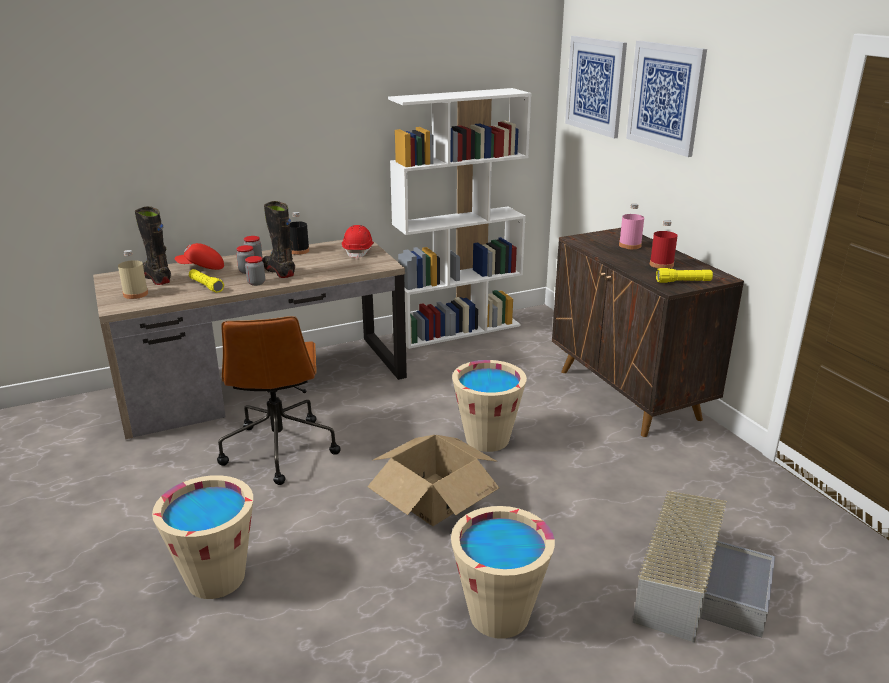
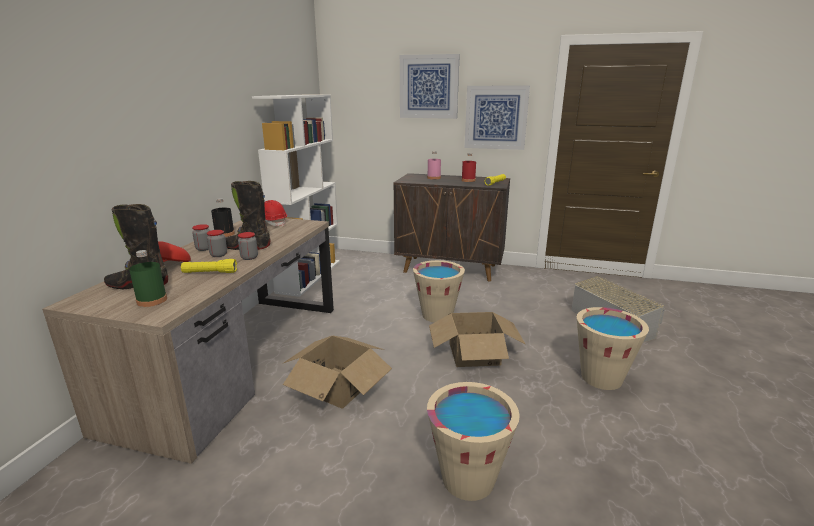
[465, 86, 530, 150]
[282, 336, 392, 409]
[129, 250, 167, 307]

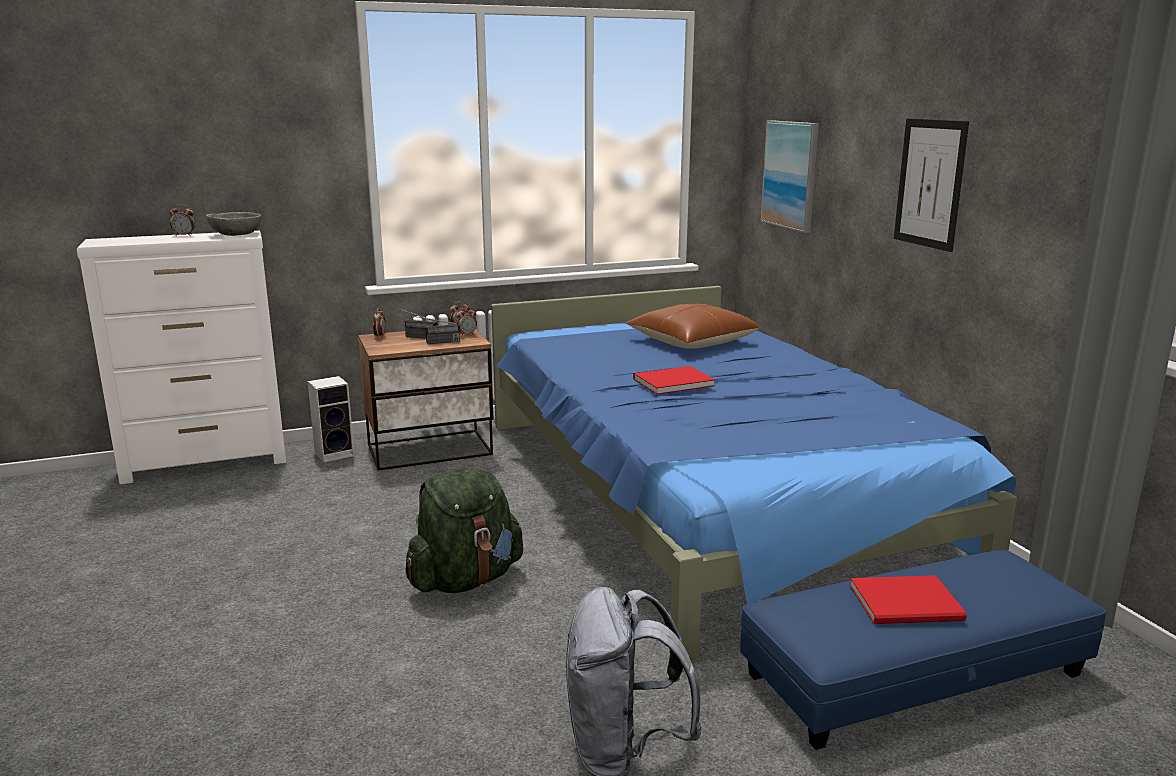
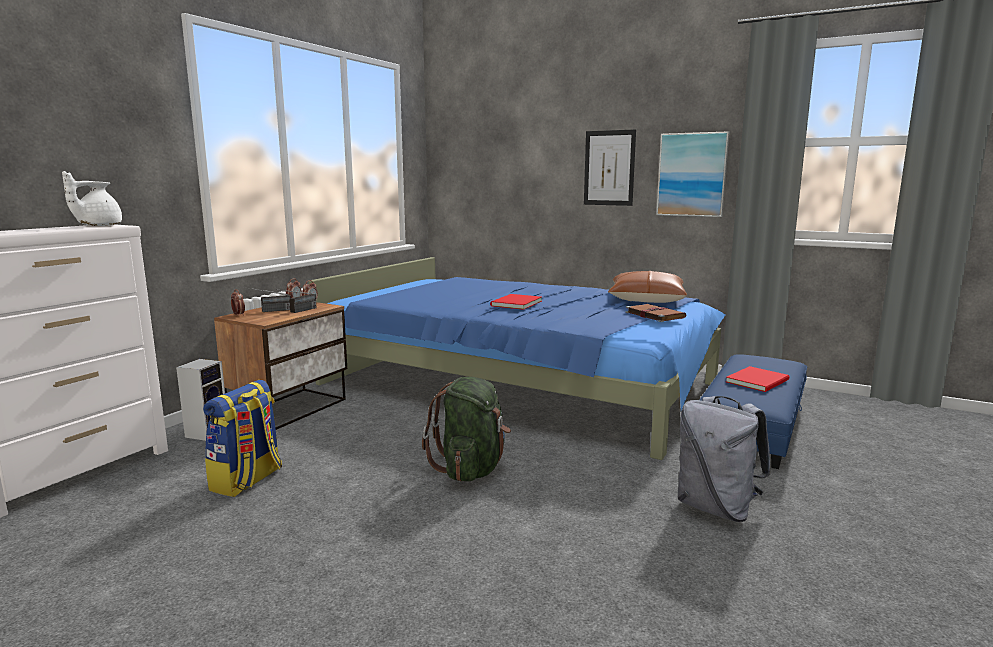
[170, 204, 195, 236] (first image)
[203, 380, 282, 497]
[625, 304, 686, 322]
[608, 271, 687, 303]
[656, 131, 730, 217]
[62, 171, 122, 226]

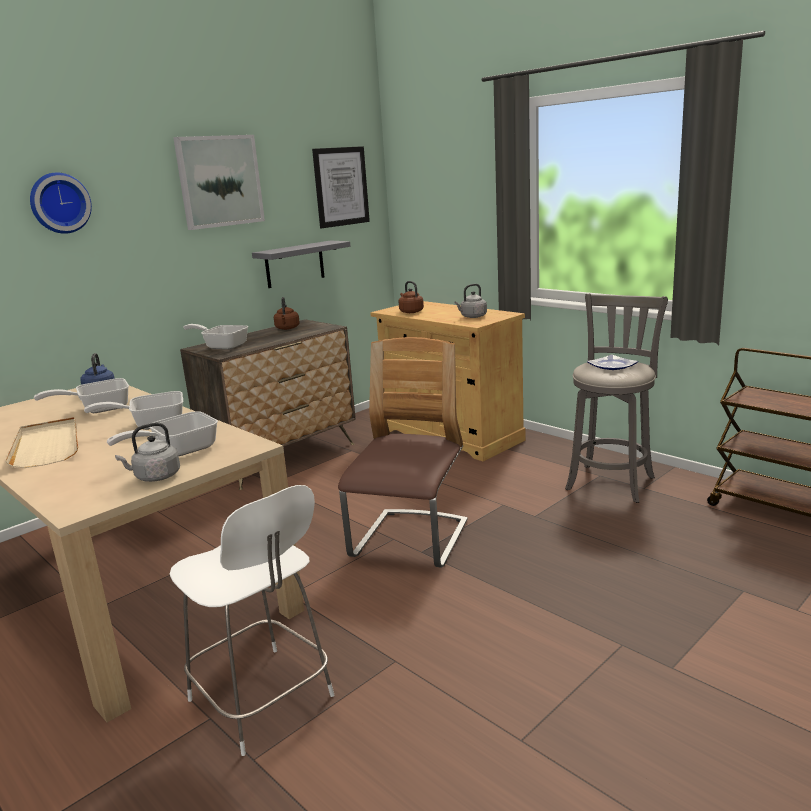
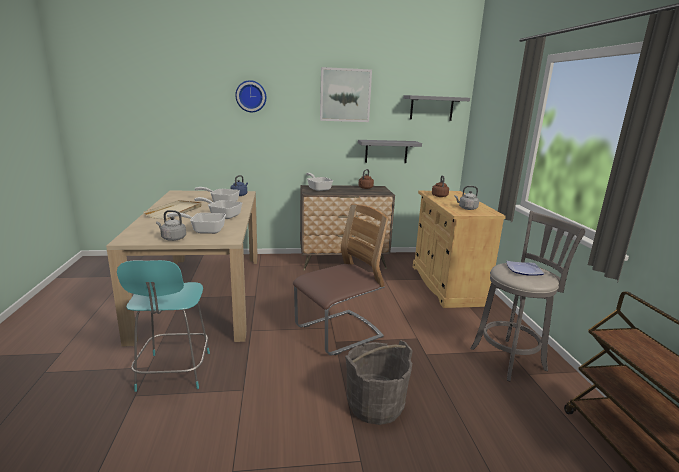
[345, 340, 413, 425]
[403, 95, 470, 121]
[117, 260, 210, 392]

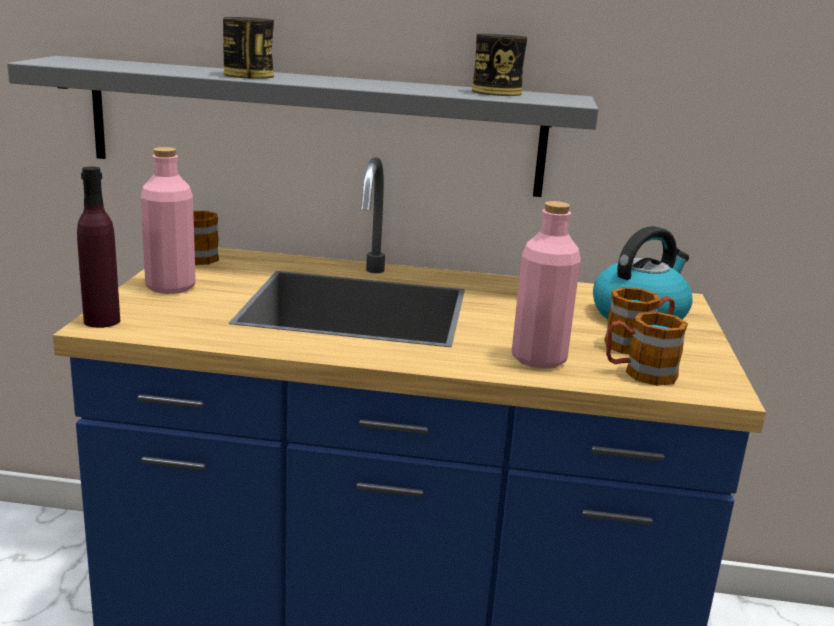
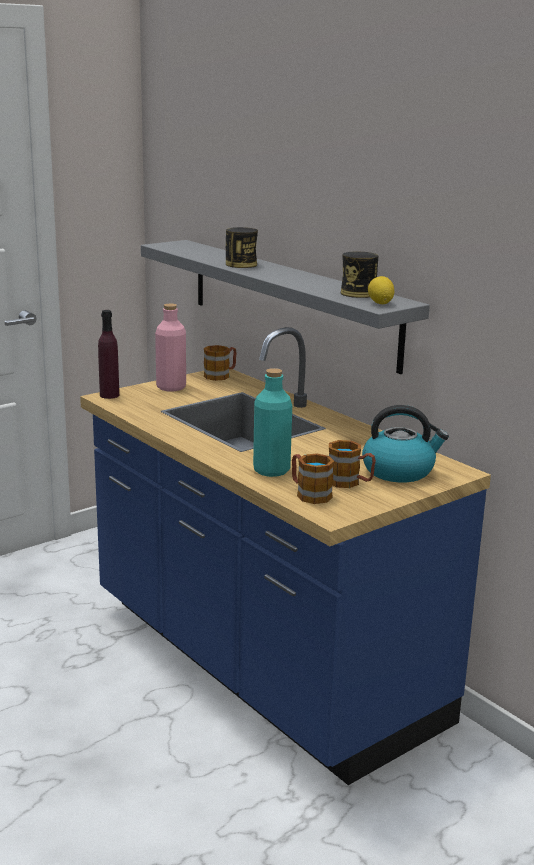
[368, 276, 394, 304]
[253, 368, 292, 477]

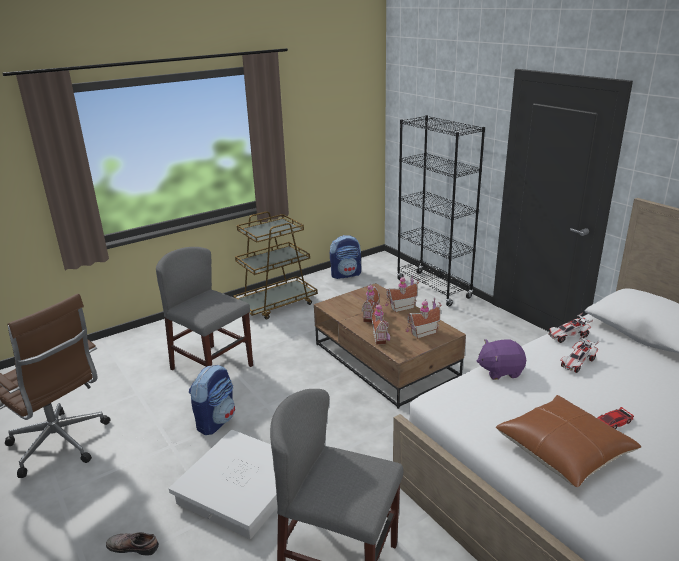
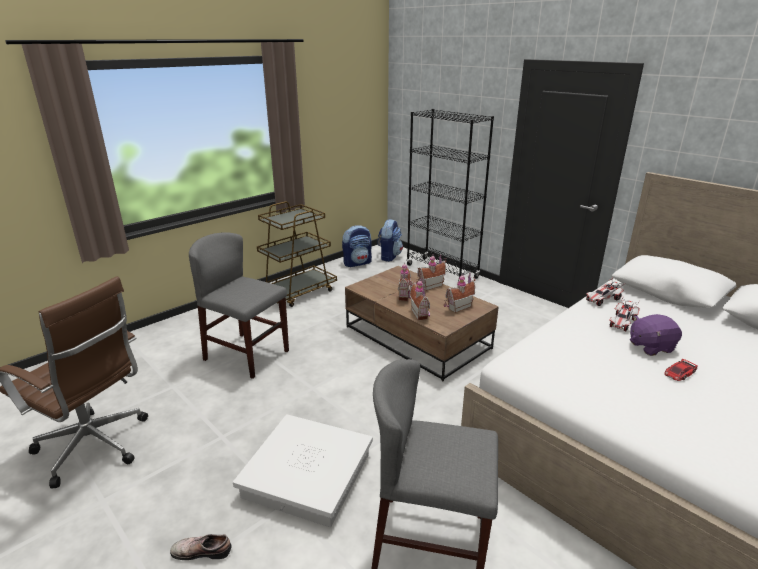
[496, 395, 642, 487] (first image)
[377, 219, 403, 262]
[630, 314, 682, 356]

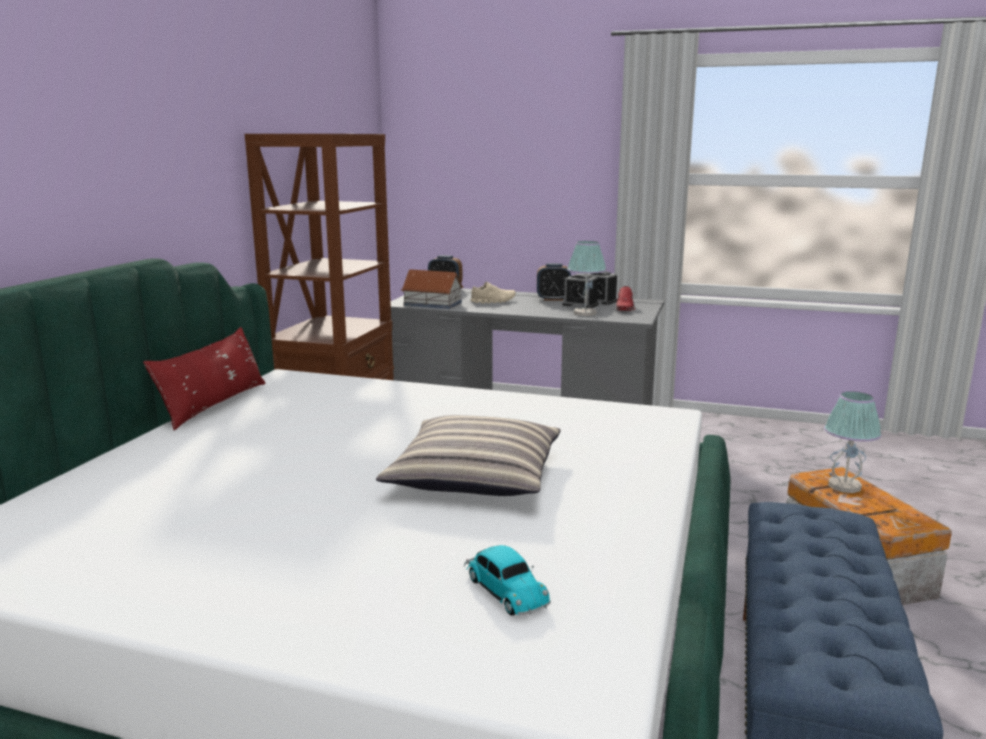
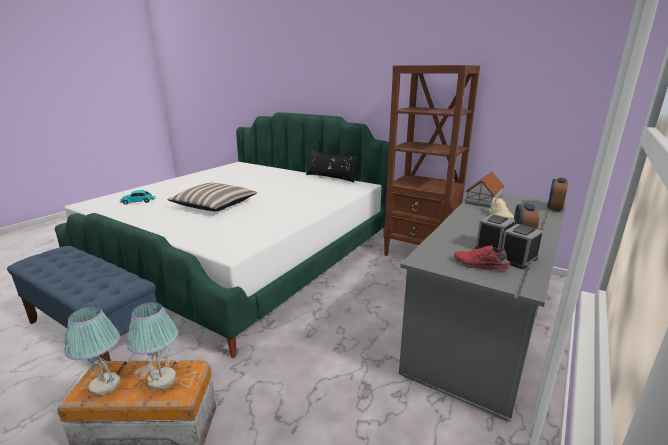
[64, 306, 121, 396]
[306, 149, 359, 183]

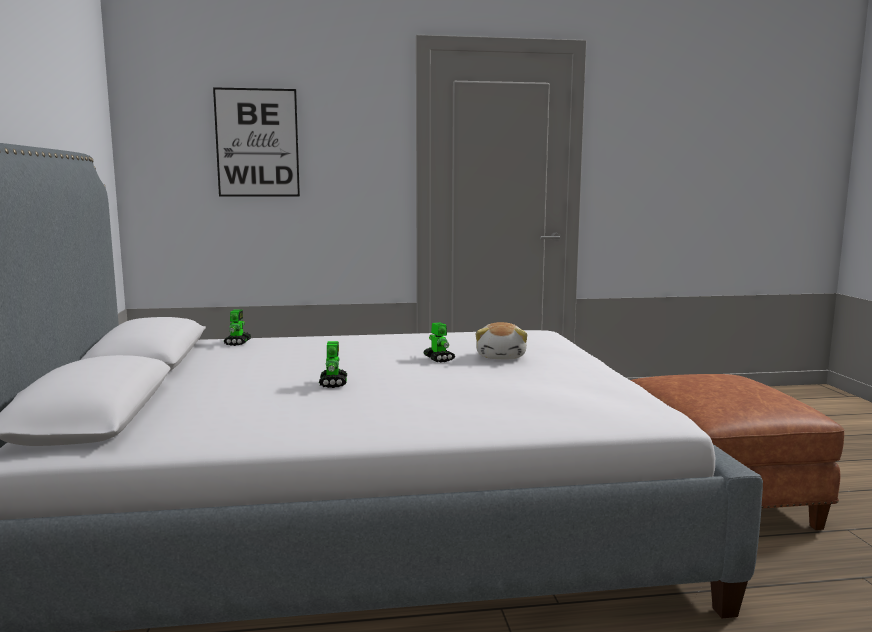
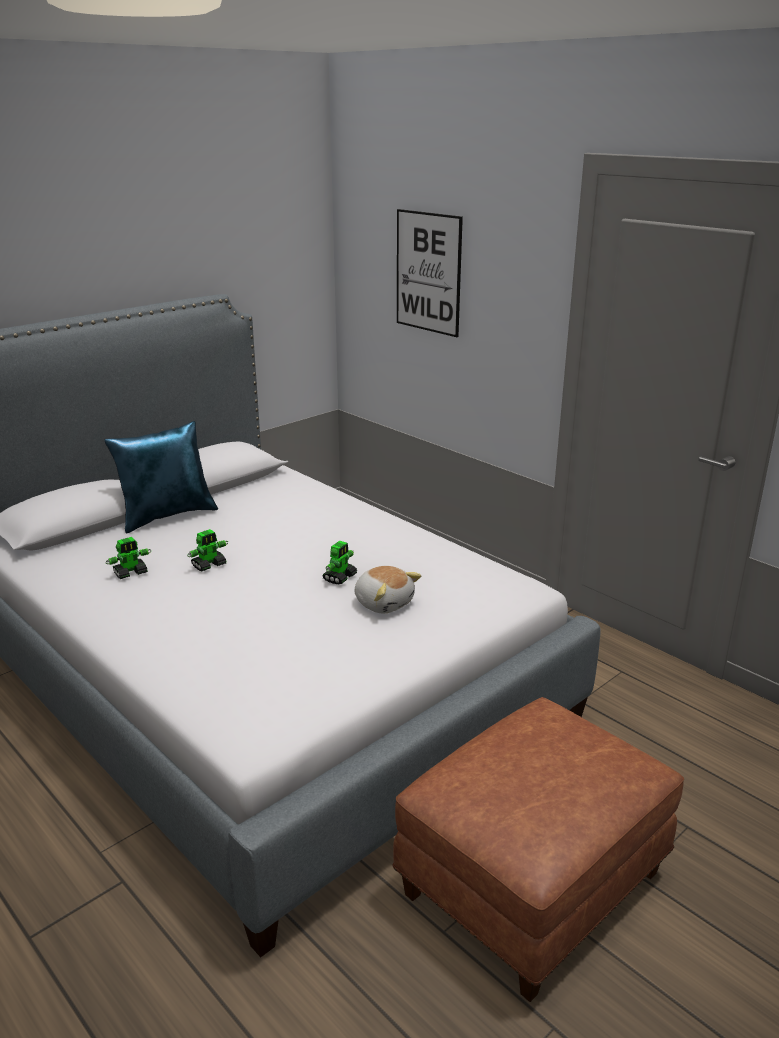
[104, 421, 218, 533]
[106, 537, 151, 579]
[355, 566, 421, 613]

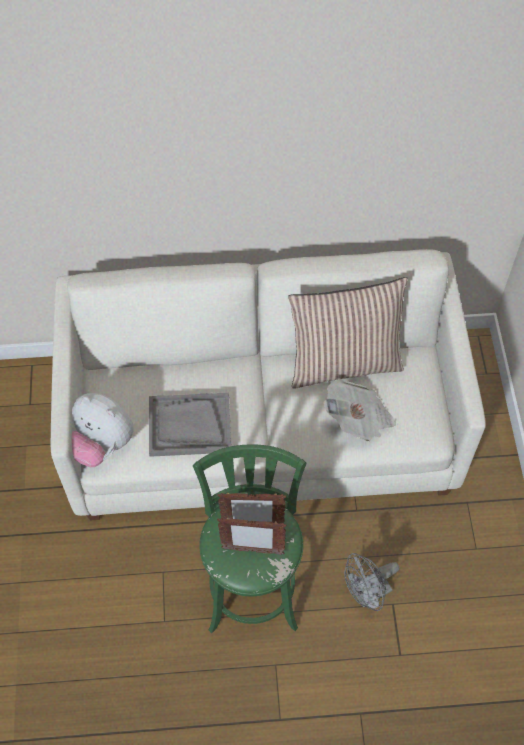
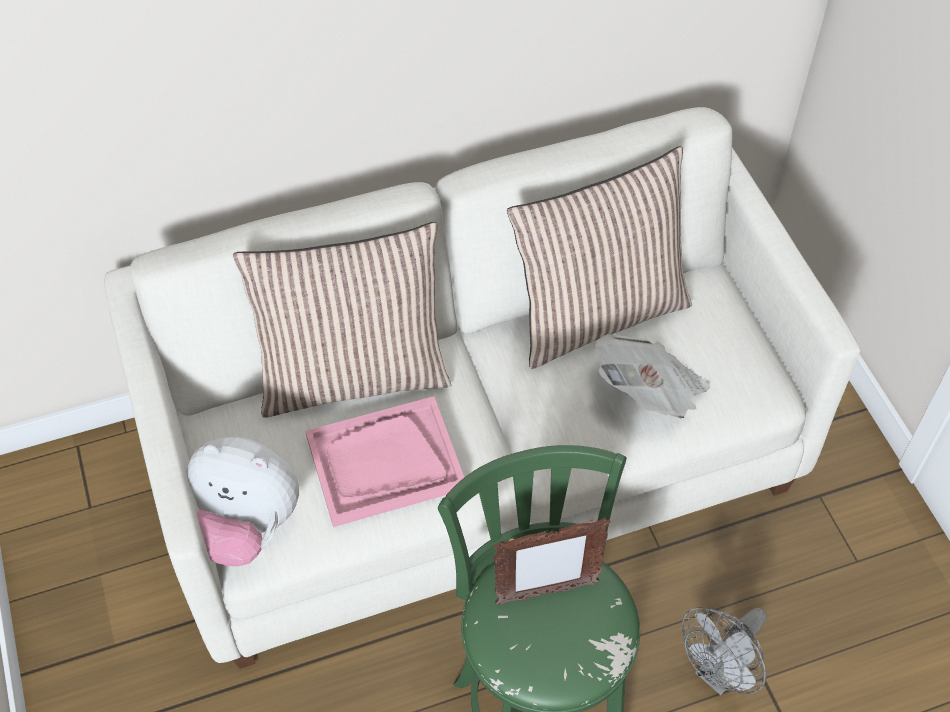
[217, 517, 286, 555] (first image)
[233, 222, 451, 418]
[305, 396, 464, 527]

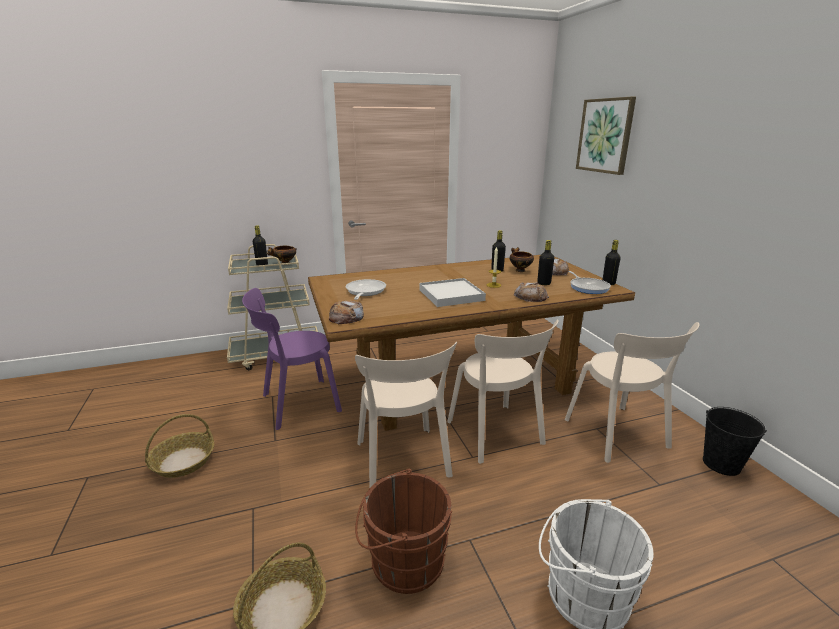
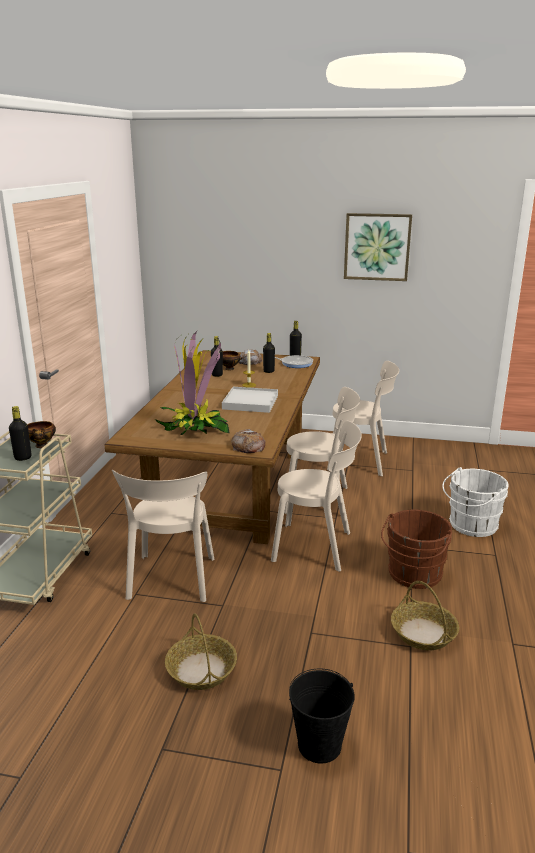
[514, 282, 549, 302] (first image)
[344, 213, 412, 281]
[289, 669, 355, 763]
[155, 331, 230, 435]
[112, 470, 214, 602]

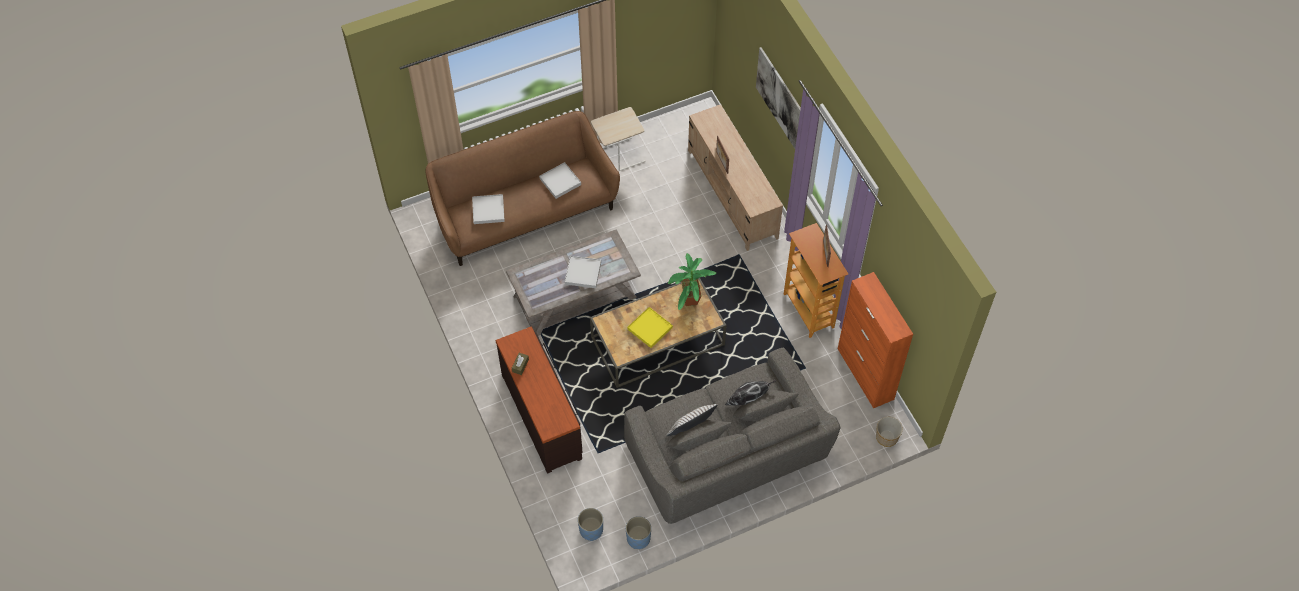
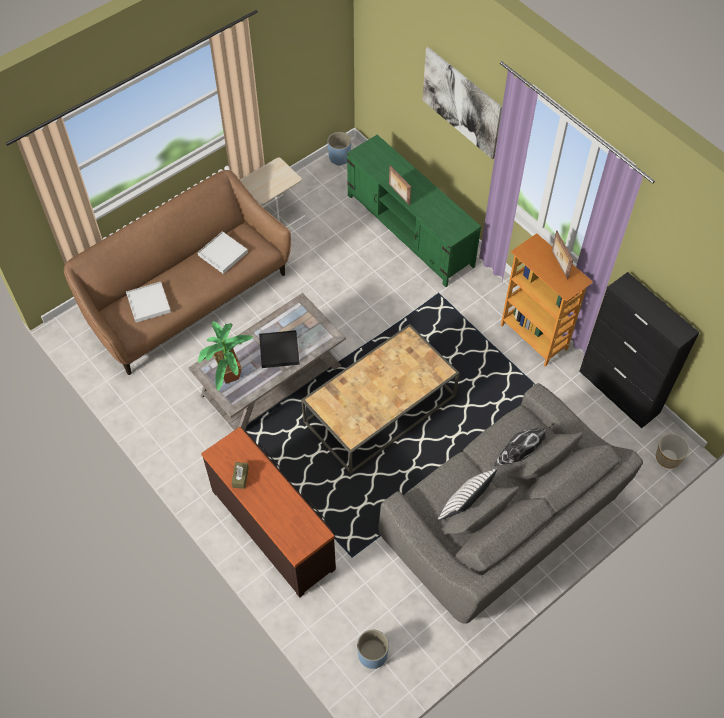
[627, 307, 673, 348] (first image)
[327, 132, 351, 166]
[198, 321, 253, 391]
[259, 330, 300, 368]
[347, 135, 481, 287]
[579, 272, 699, 428]

